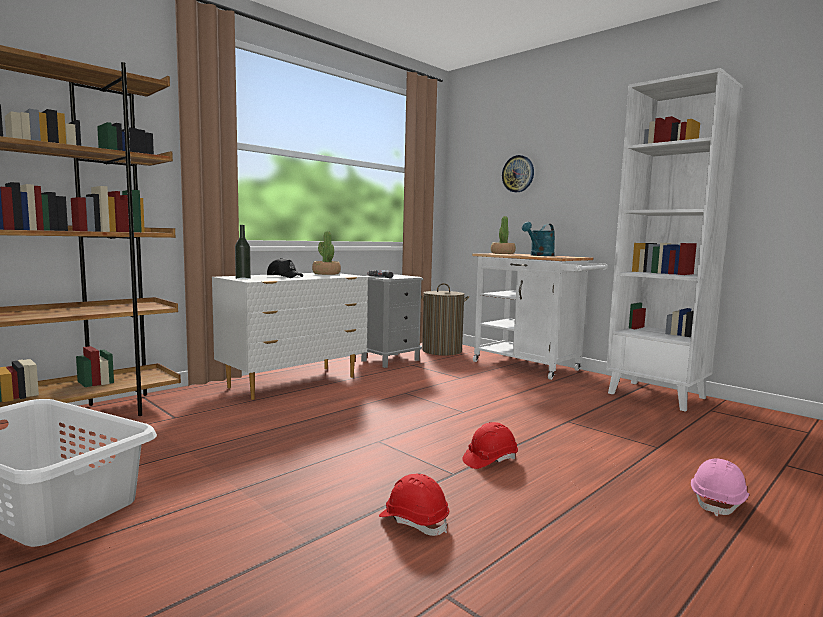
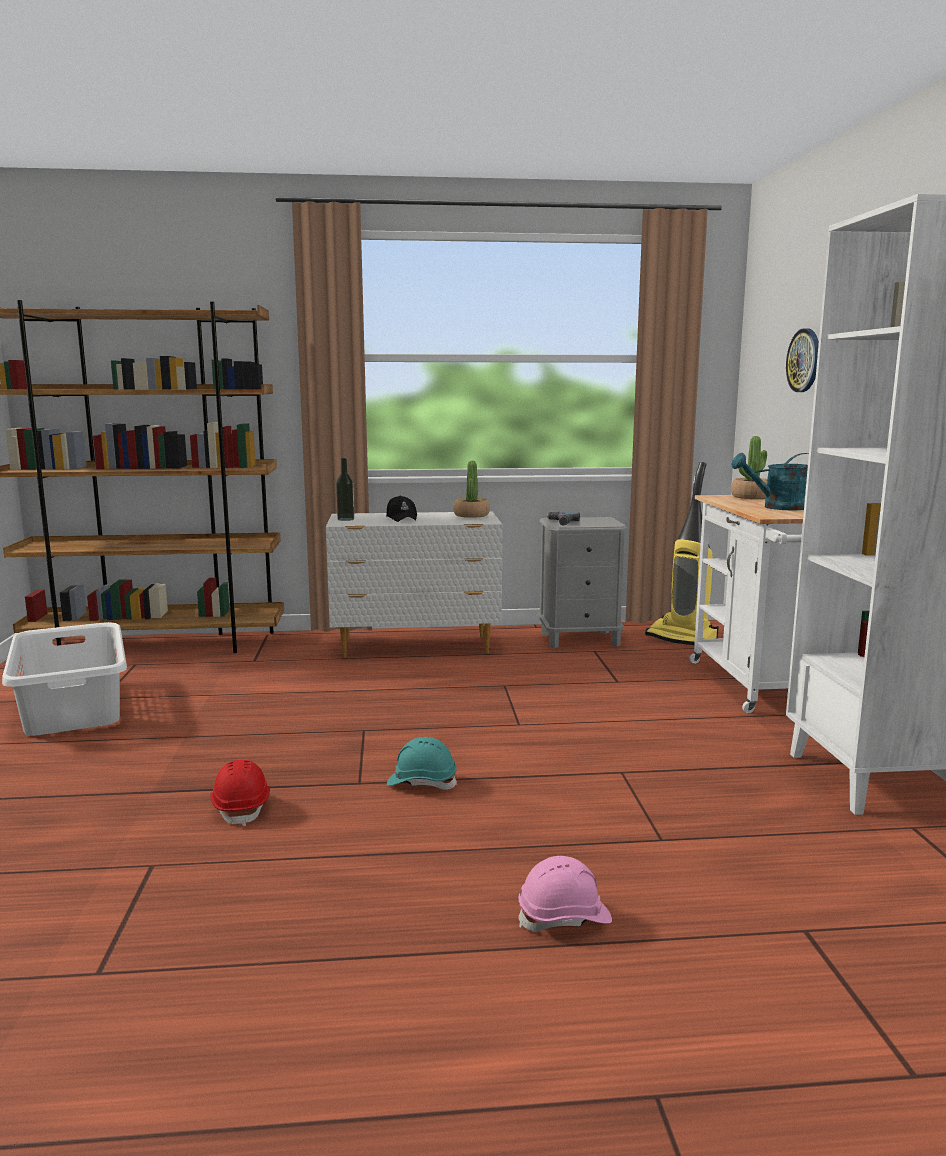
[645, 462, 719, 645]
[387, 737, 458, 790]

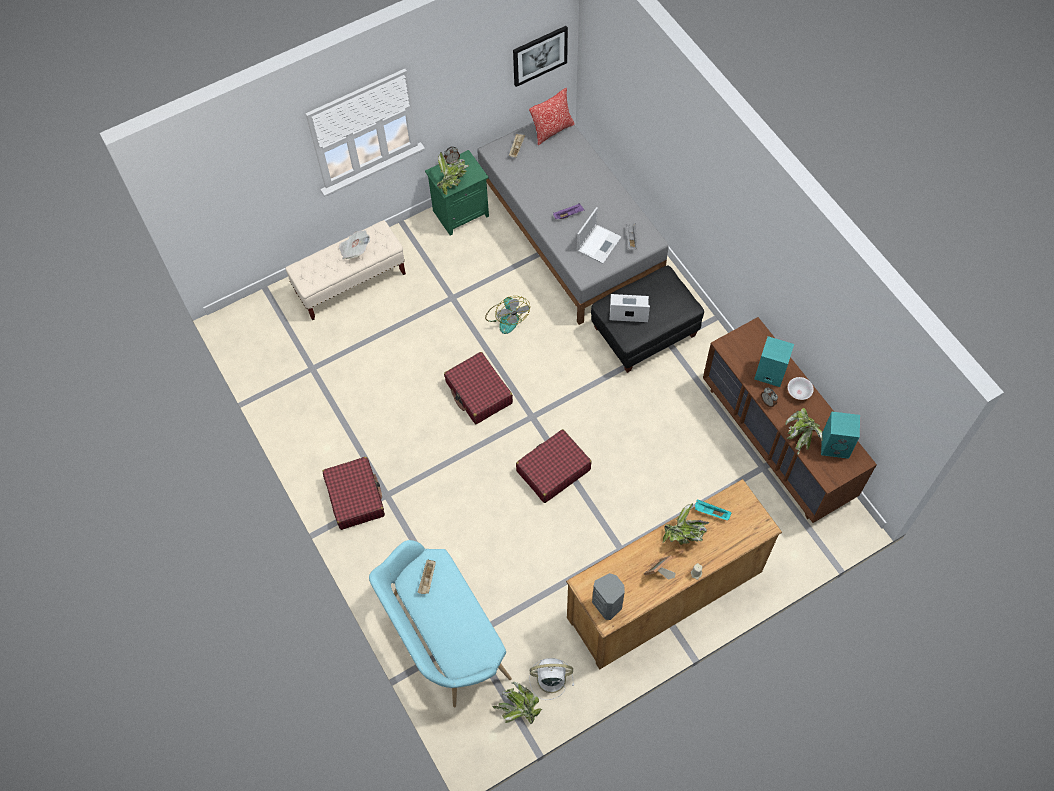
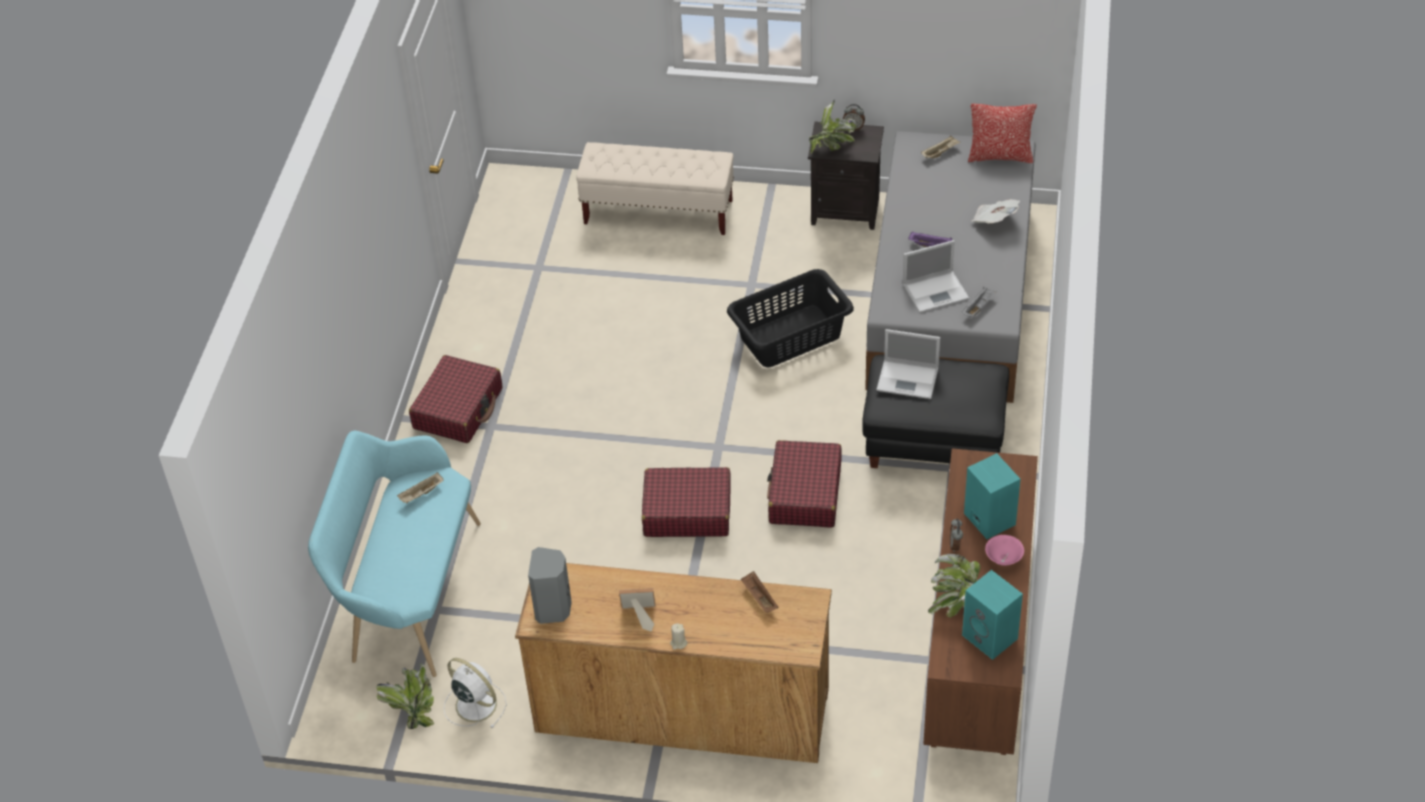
[513, 26, 568, 87] (first image)
[663, 503, 709, 545] (first image)
[971, 199, 1020, 223]
[767, 440, 842, 527]
[727, 269, 854, 367]
[808, 122, 884, 230]
[741, 571, 779, 613]
[985, 535, 1024, 566]
[876, 329, 940, 399]

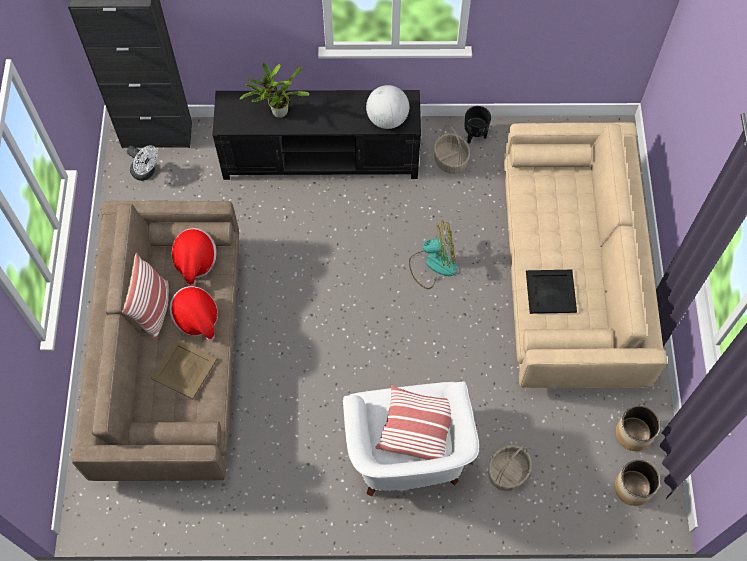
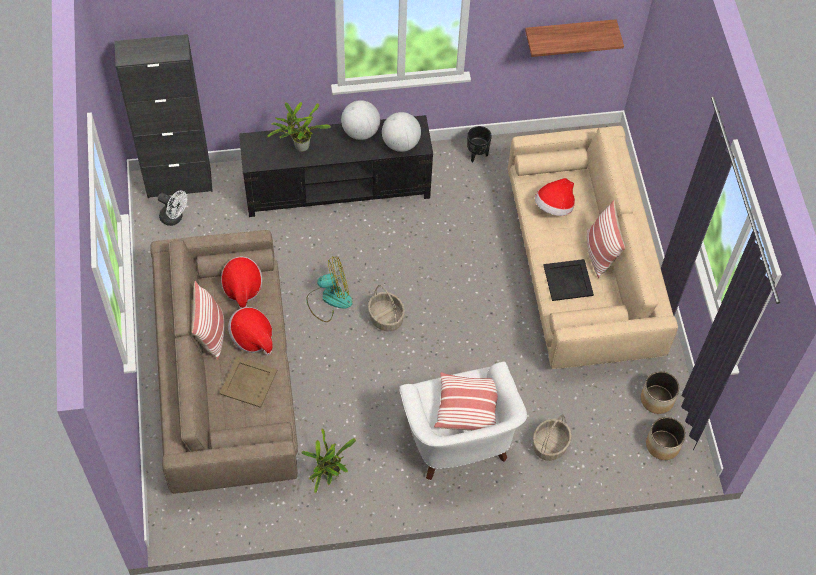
[301, 428, 356, 493]
[341, 100, 380, 140]
[525, 19, 624, 57]
[535, 178, 575, 216]
[587, 200, 625, 278]
[306, 256, 353, 322]
[368, 285, 405, 331]

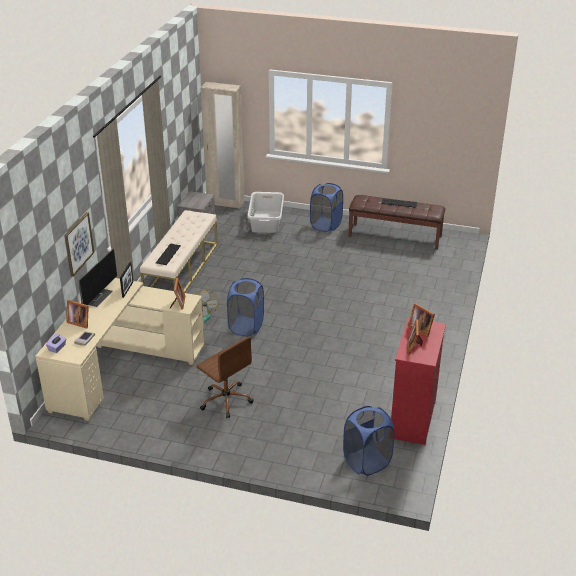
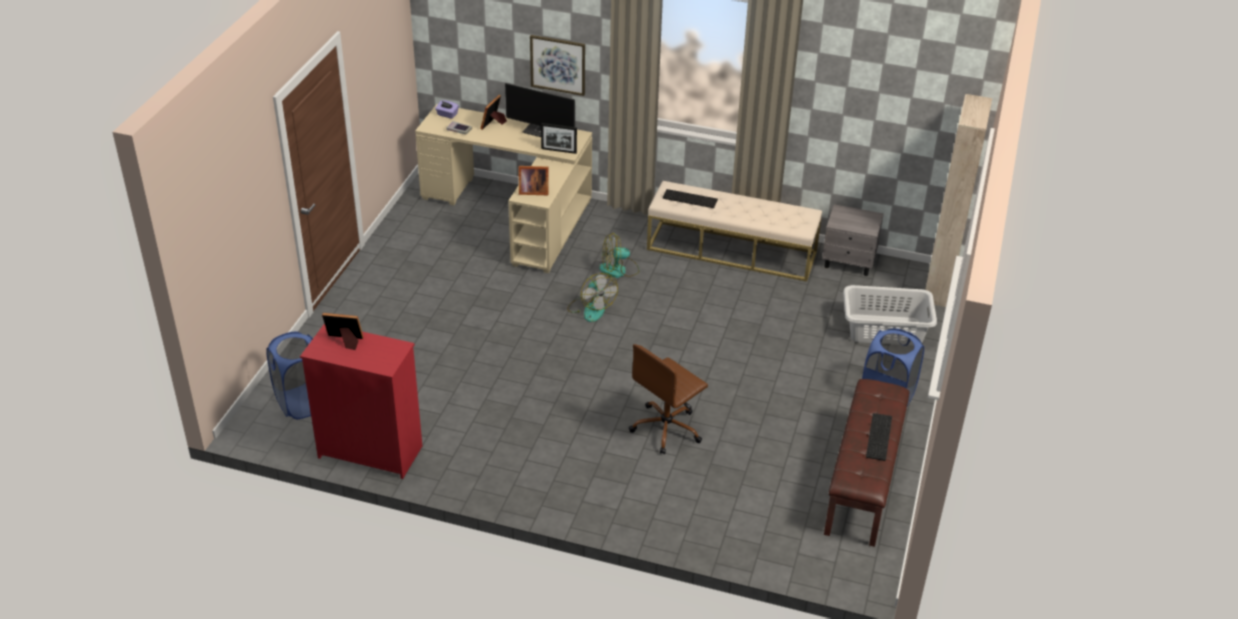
[408, 303, 435, 337] (first image)
[629, 344, 708, 455]
[567, 273, 618, 322]

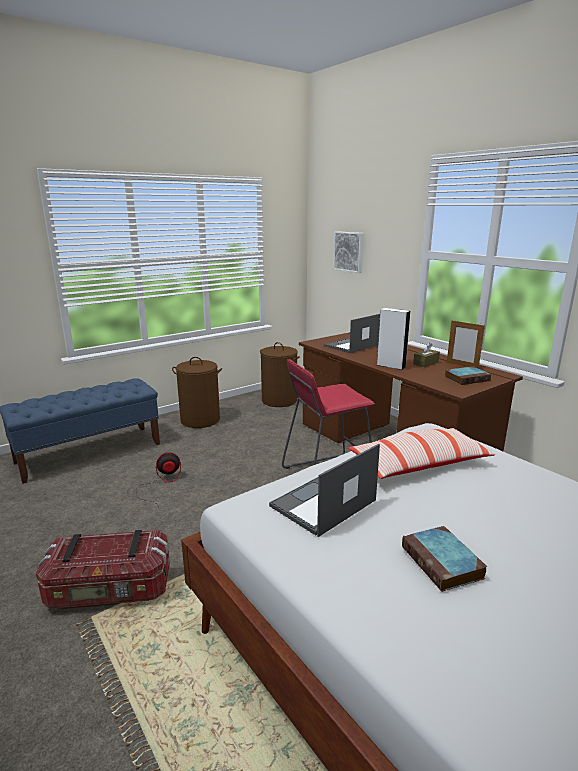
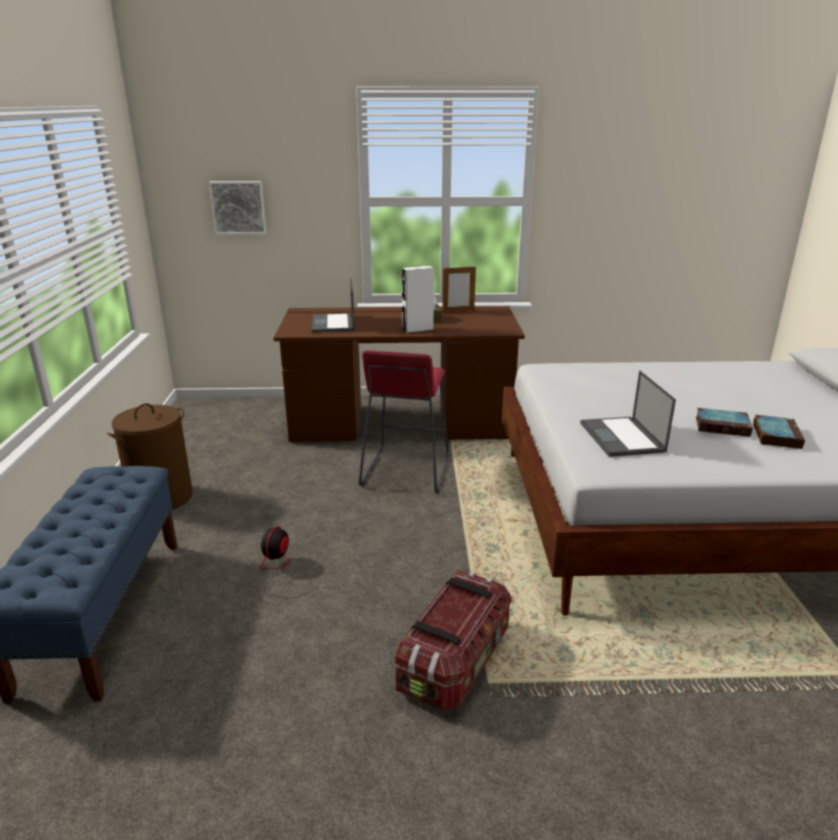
[260, 342, 300, 407] (first image)
[348, 428, 495, 479] (first image)
[753, 415, 805, 449]

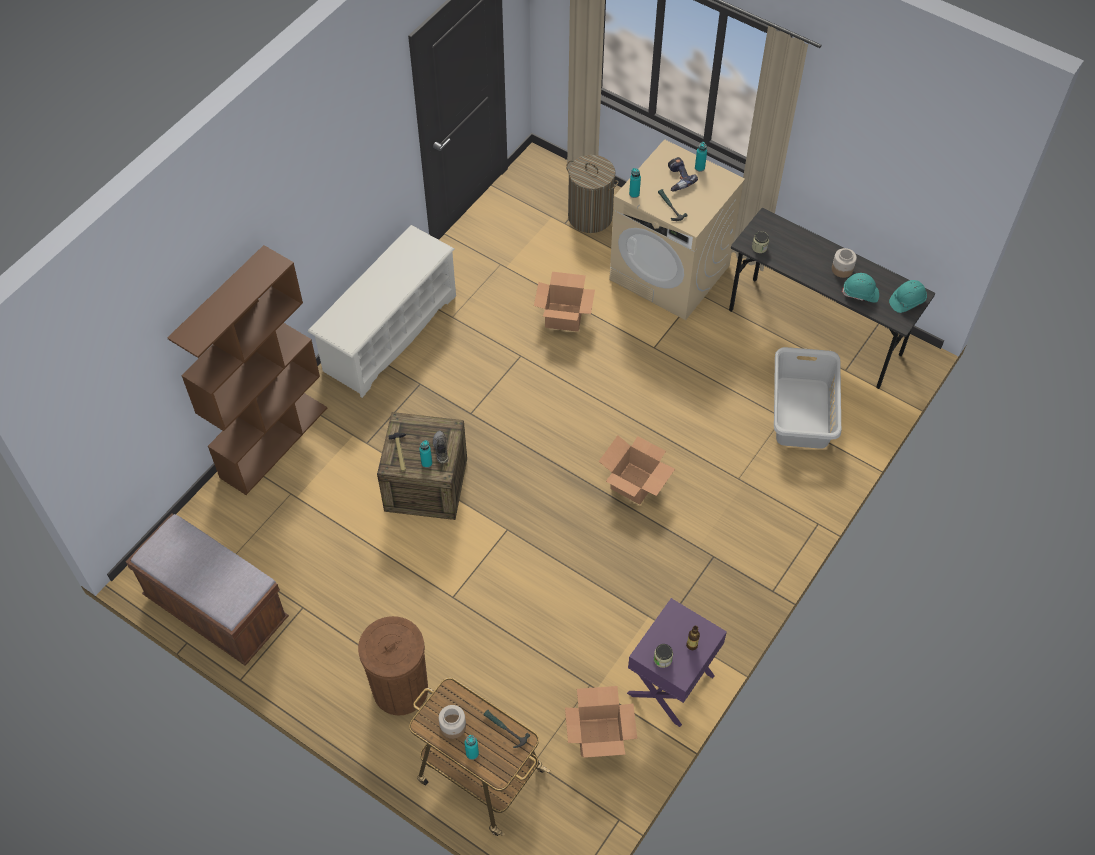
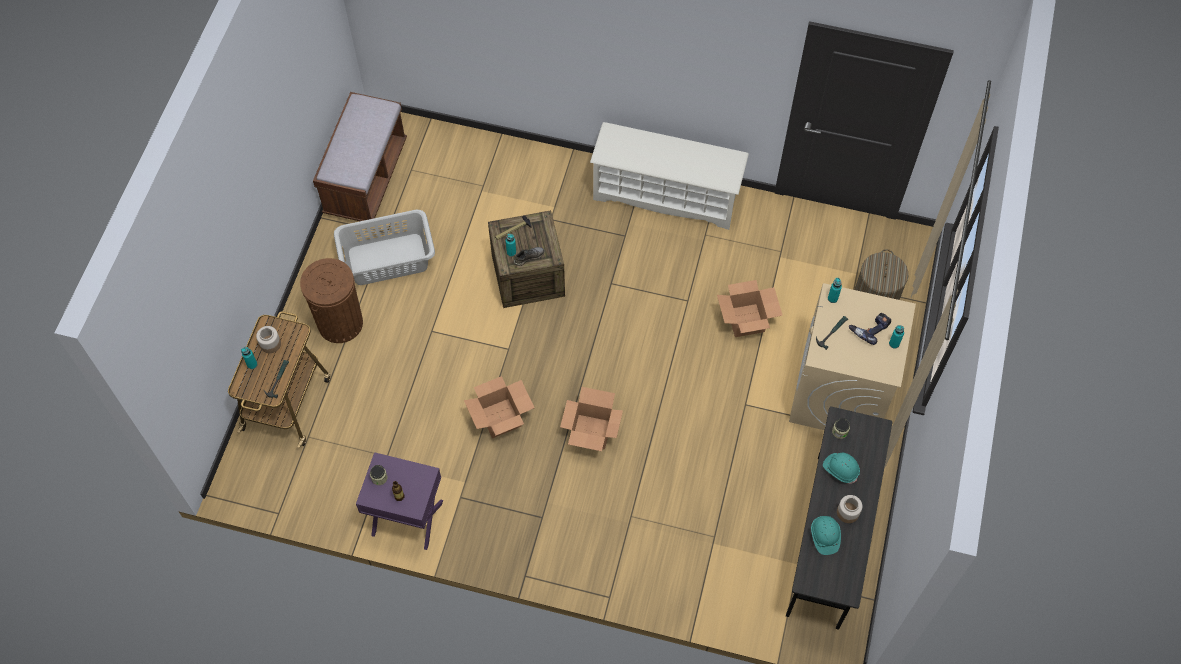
[167, 245, 327, 495] (first image)
[464, 376, 535, 438]
[334, 209, 435, 285]
[823, 453, 860, 484]

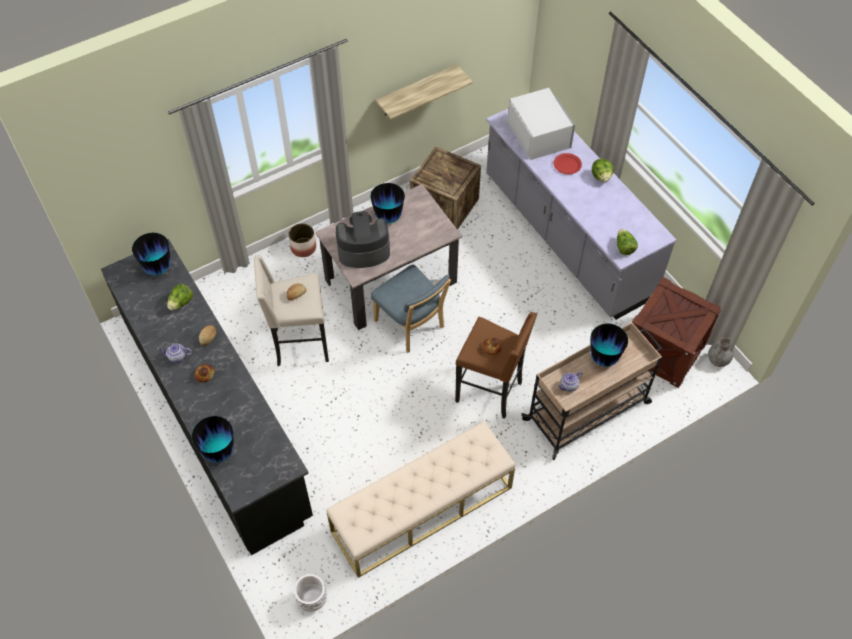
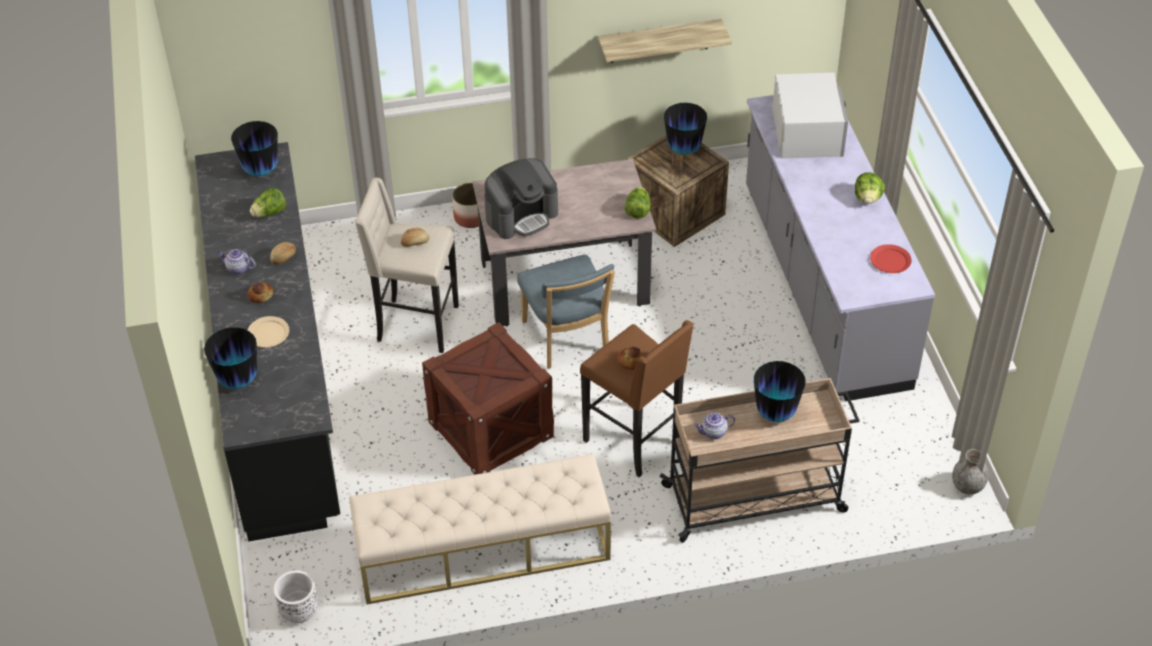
[247, 316, 289, 347]
[664, 103, 707, 154]
[870, 244, 912, 273]
[625, 187, 651, 219]
[422, 322, 554, 475]
[484, 158, 558, 239]

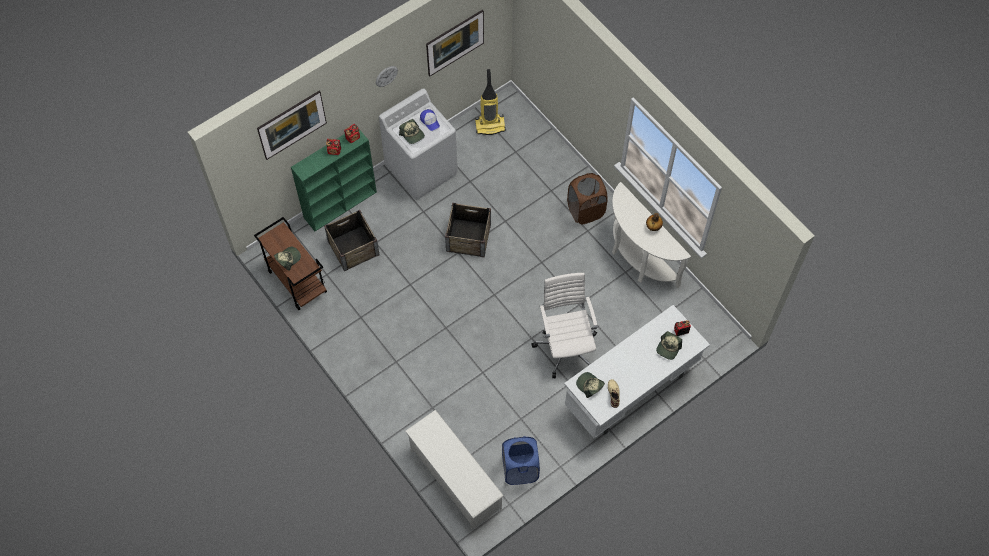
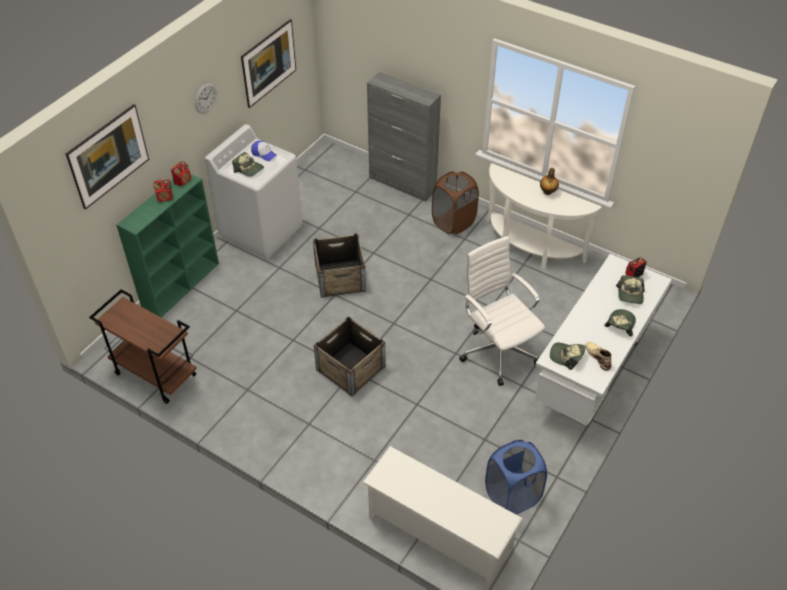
[475, 69, 506, 135] (first image)
[367, 72, 441, 202]
[604, 309, 636, 336]
[314, 316, 385, 396]

